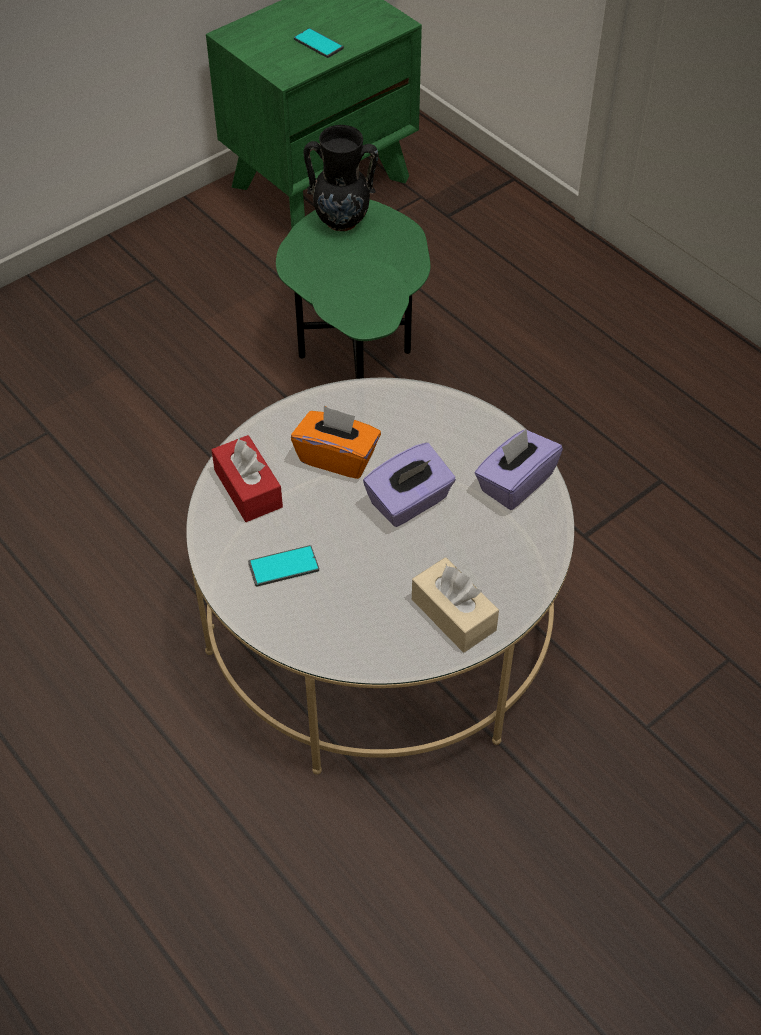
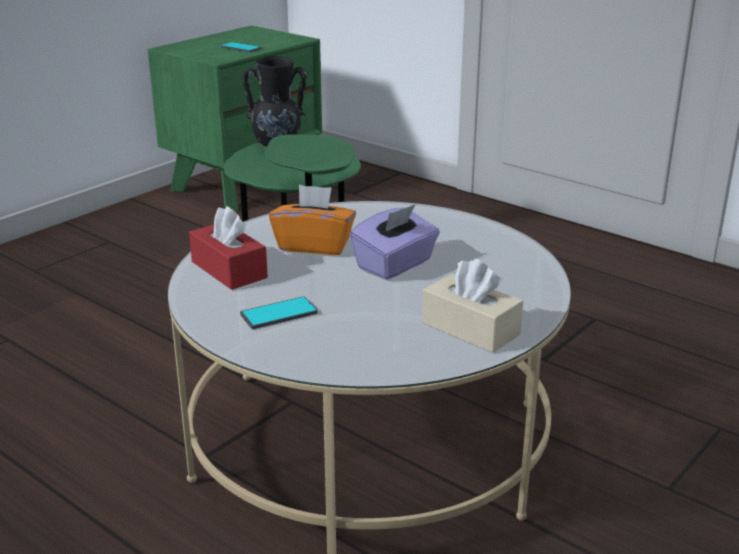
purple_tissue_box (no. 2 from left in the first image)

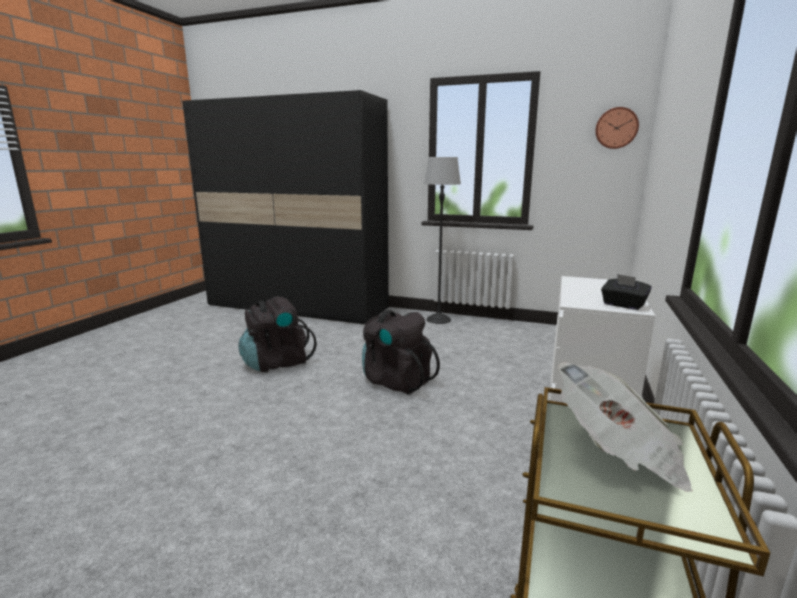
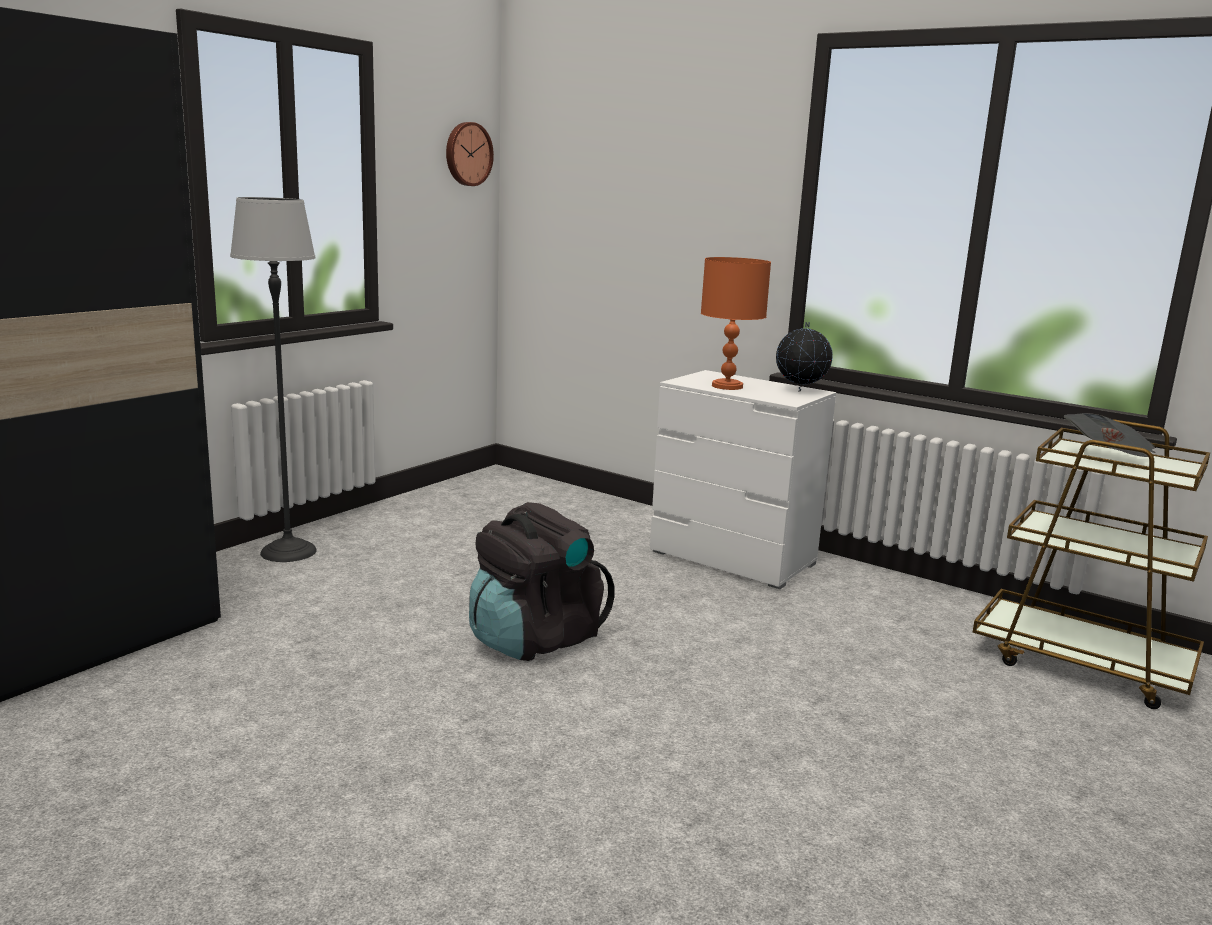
globe
black_backpack (no. 1 from left in the first image)
orange_table_lamp

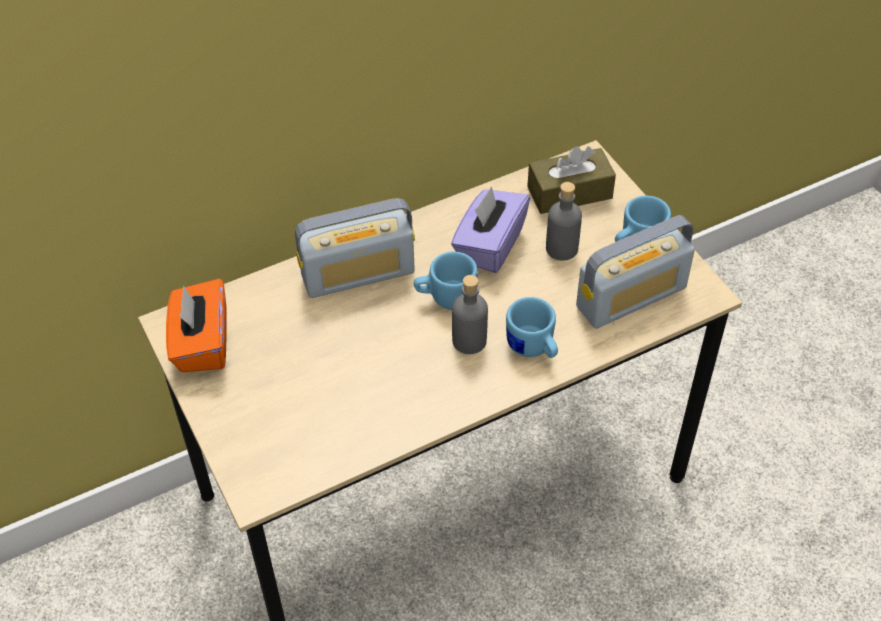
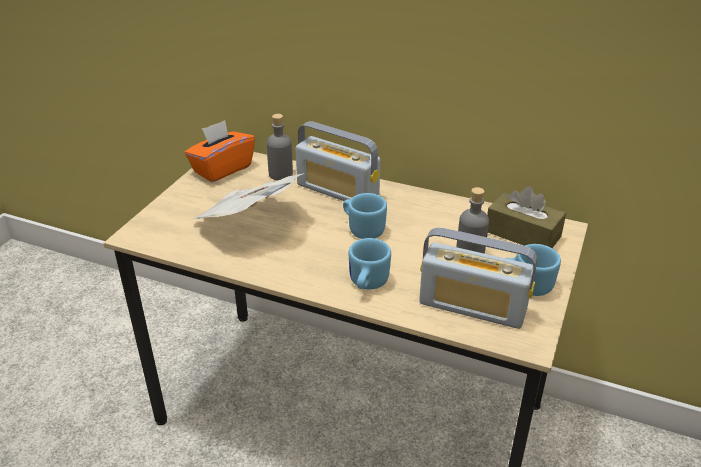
purple_tissue_box
grey_bottle (no. 1 from left)
newspaper

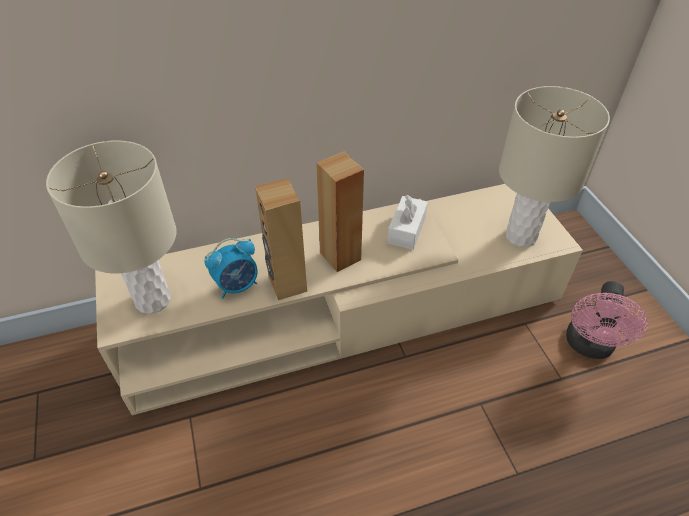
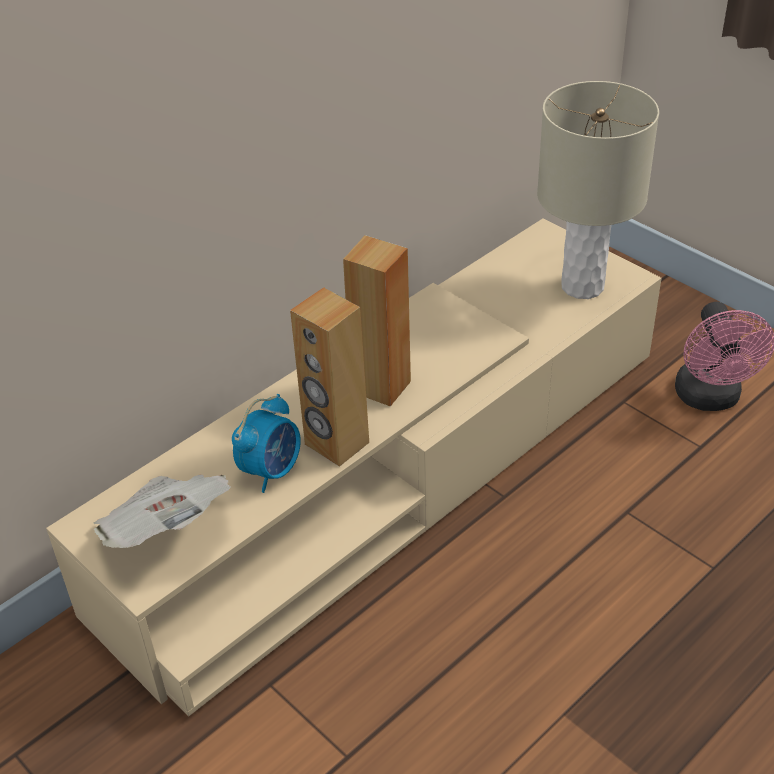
newspaper
white_tissue_box

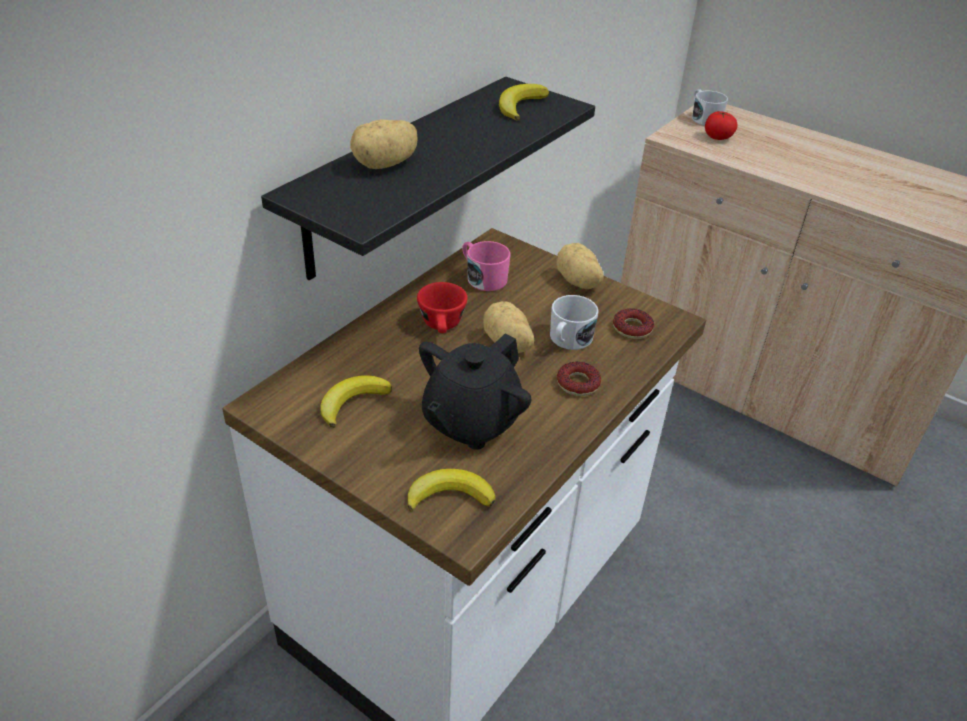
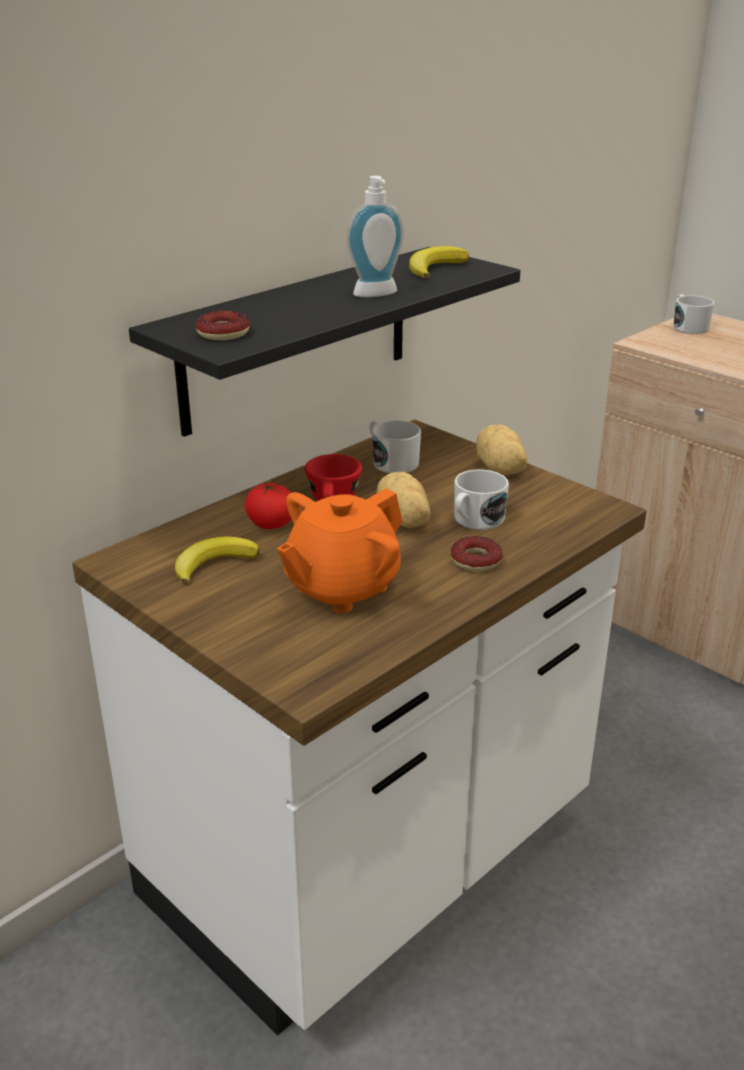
tomato
potato (no. 1 from left in the first image)
white_mug (no. 1 from left)
donut (no. 1 from left)
orange_teapot
banana (no. 2 from left in the first image)
soap_dispenser

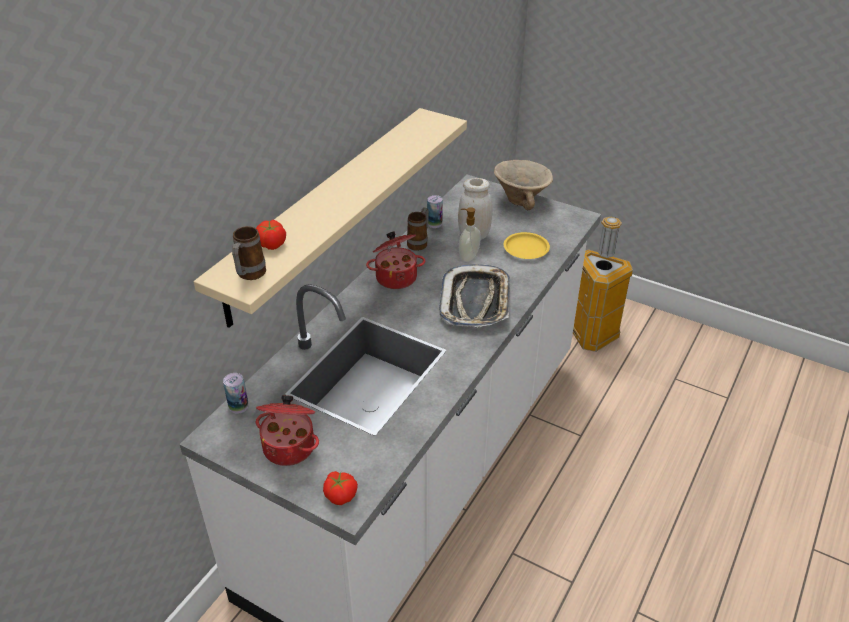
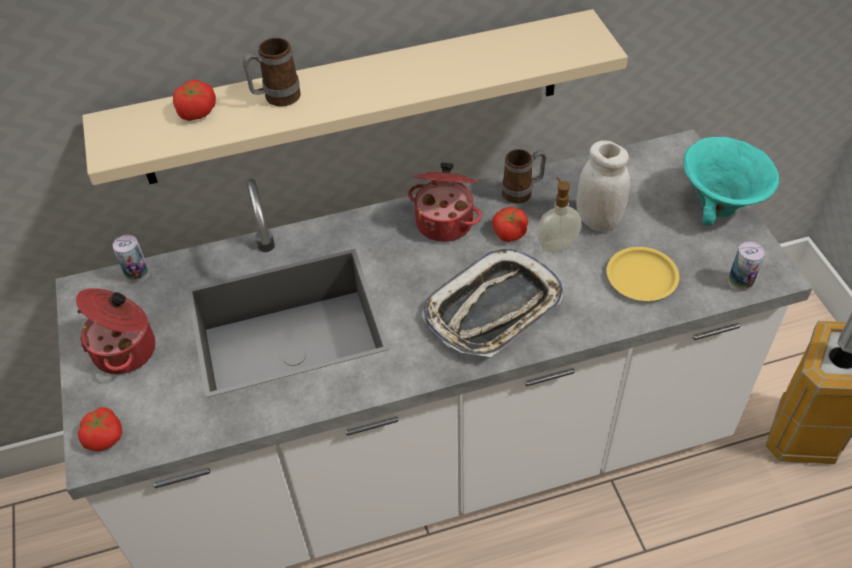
turquoise_bowl
can (no. 2 from left)
mug (no. 1 from left)
tomato (no. 3 from left)

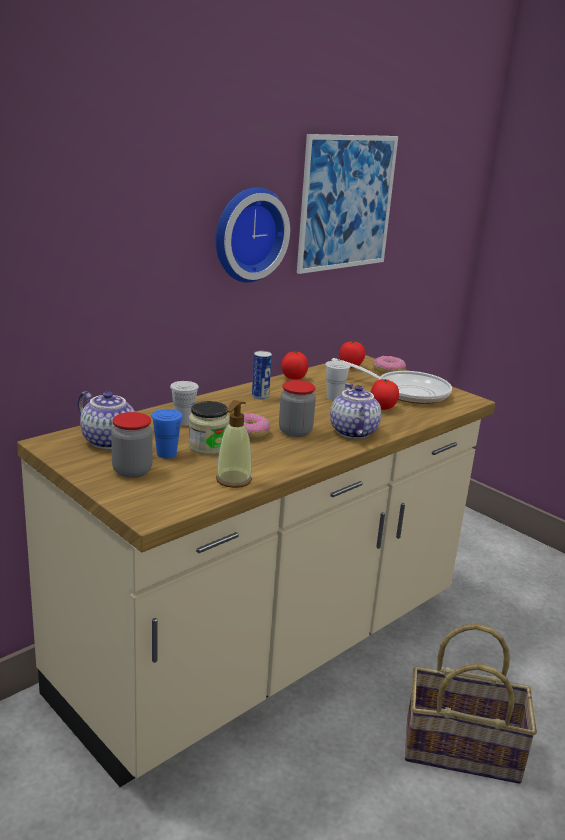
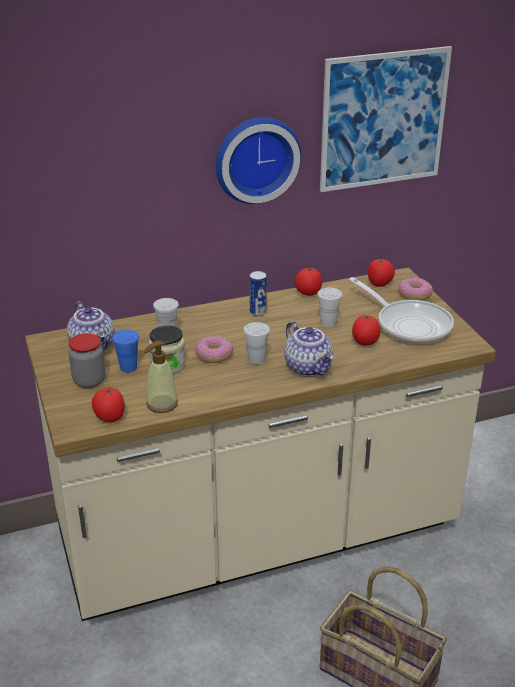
white_cup (no. 2 from left)
teapot (no. 2 from left)
tomato (no. 1 from left)

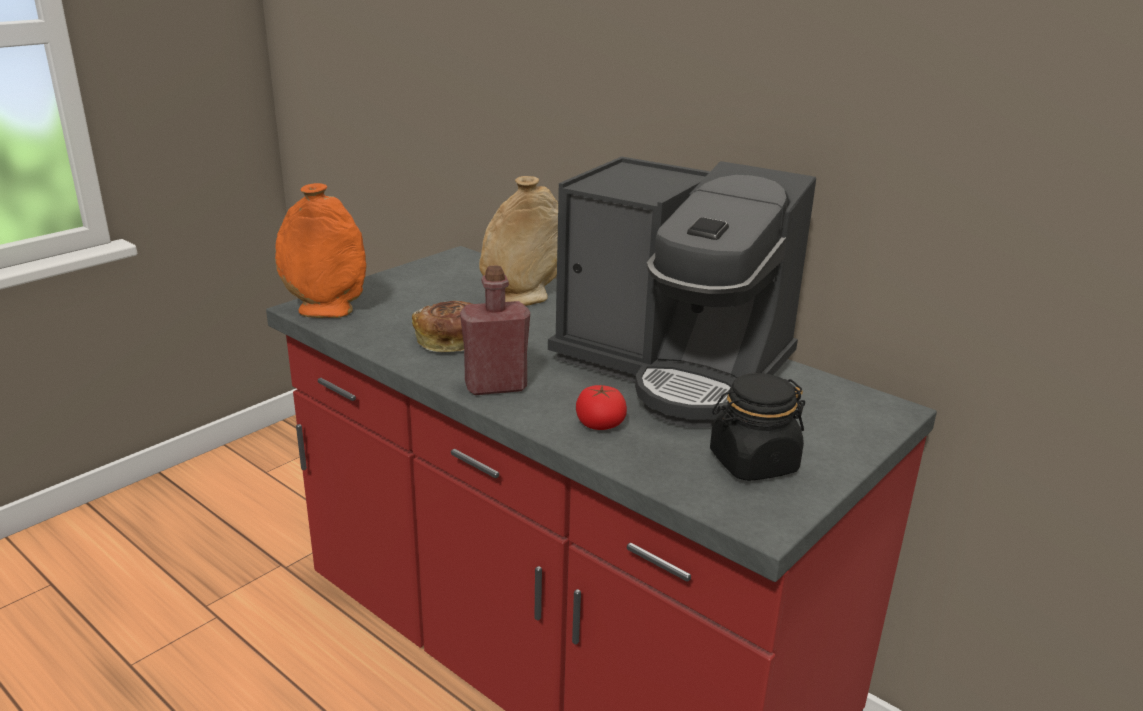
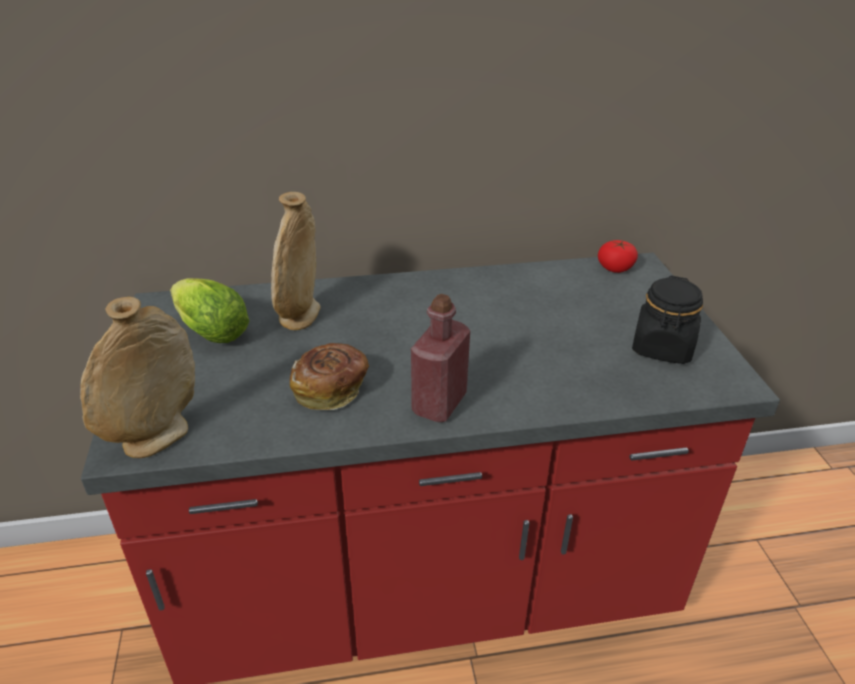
coffee_machine
beige_vase (no. 1 from left)
tomato
lettuce

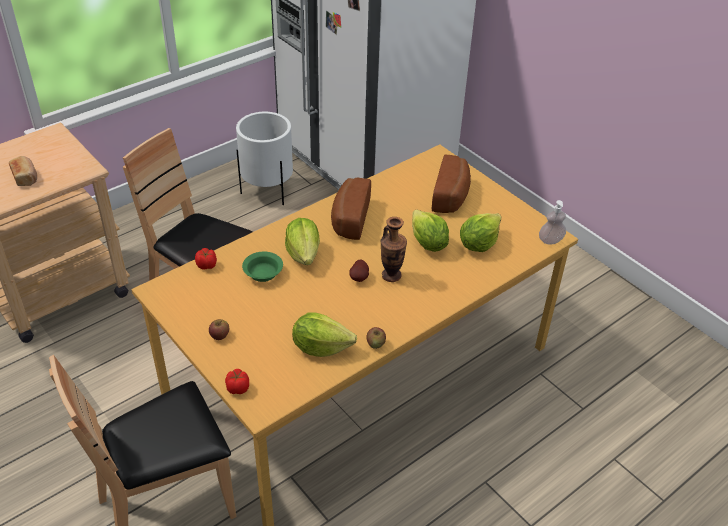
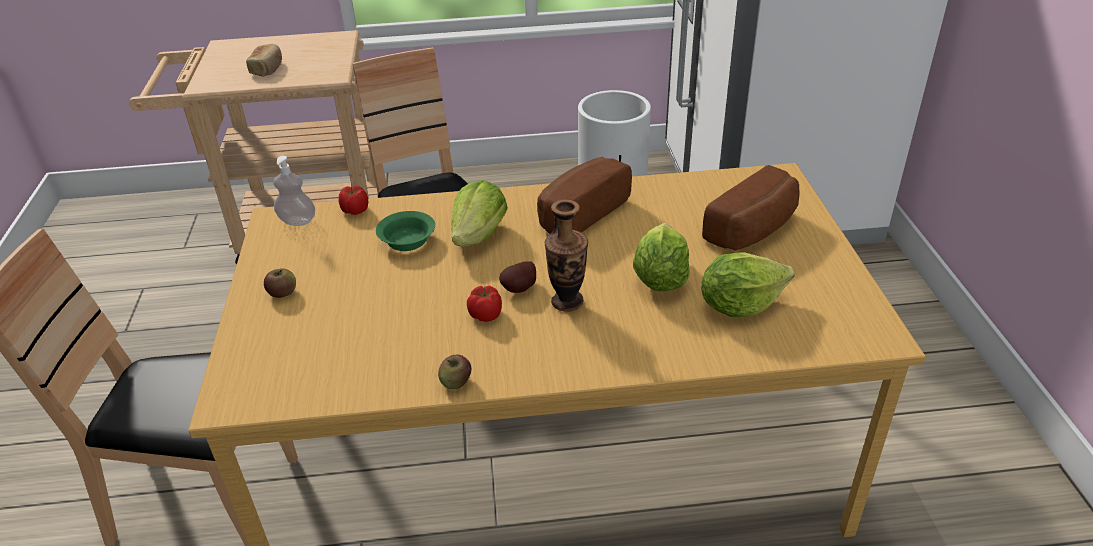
soap_dispenser
lettuce (no. 2 from left in the first image)
tomato (no. 2 from left)

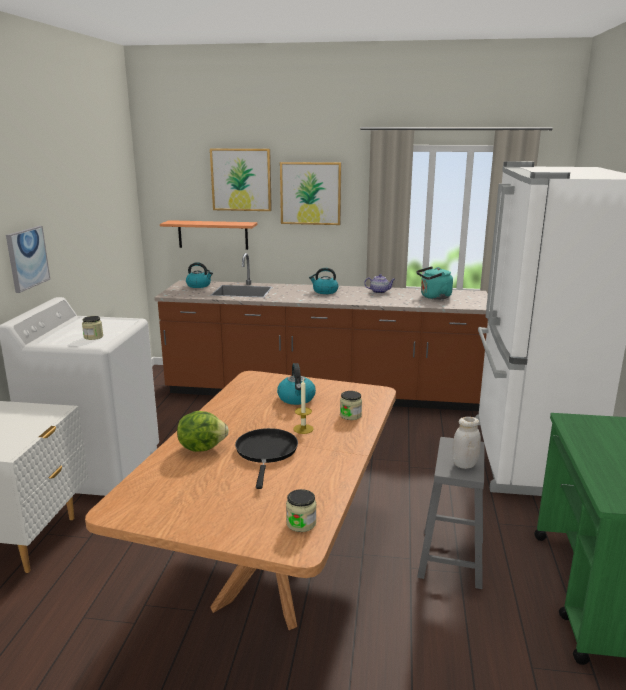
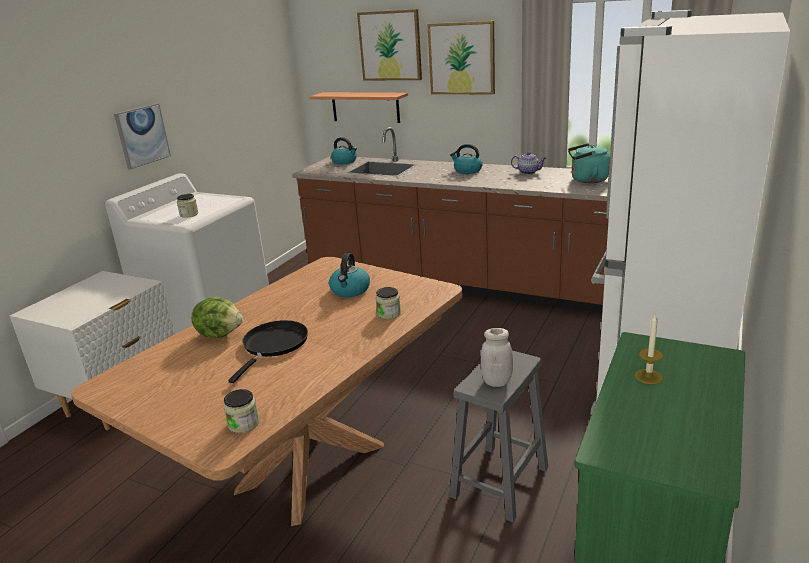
candle

